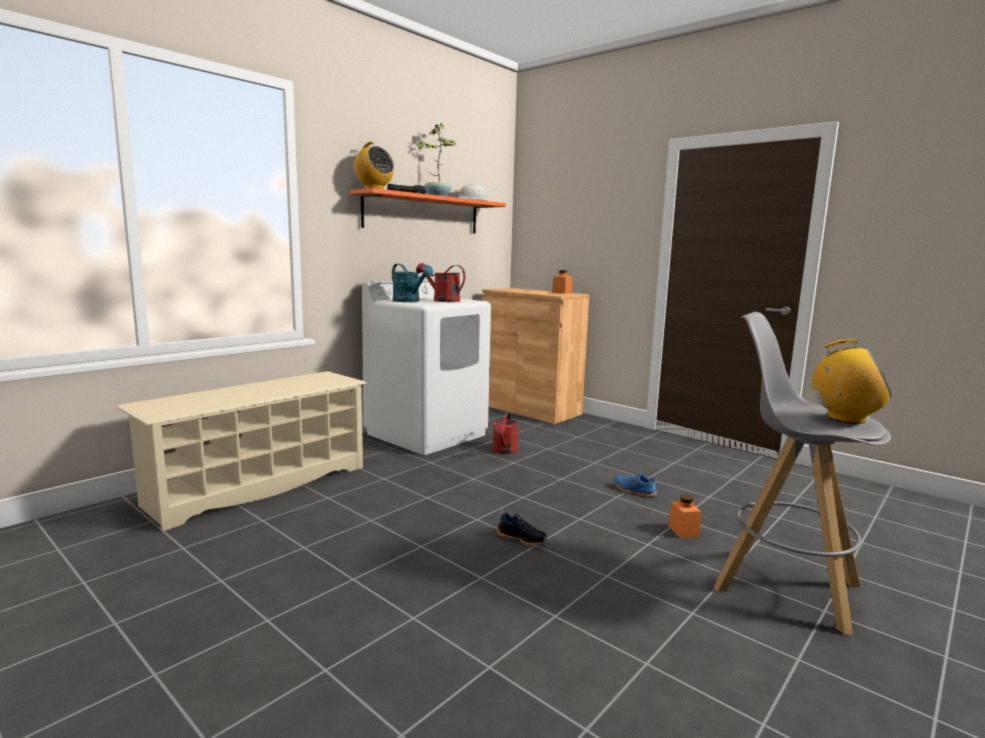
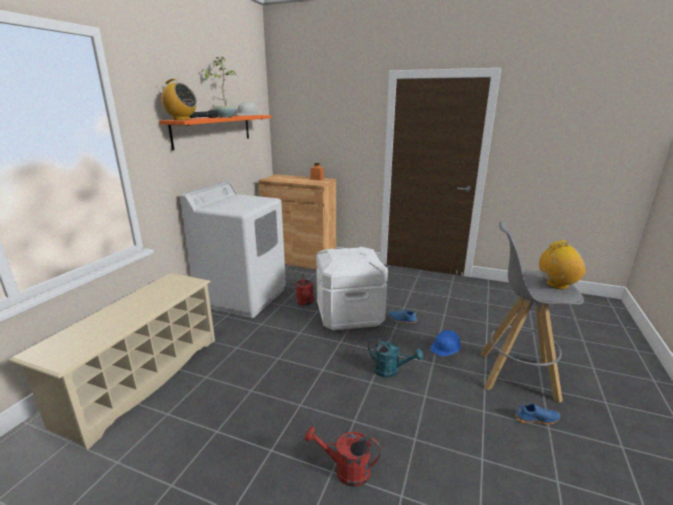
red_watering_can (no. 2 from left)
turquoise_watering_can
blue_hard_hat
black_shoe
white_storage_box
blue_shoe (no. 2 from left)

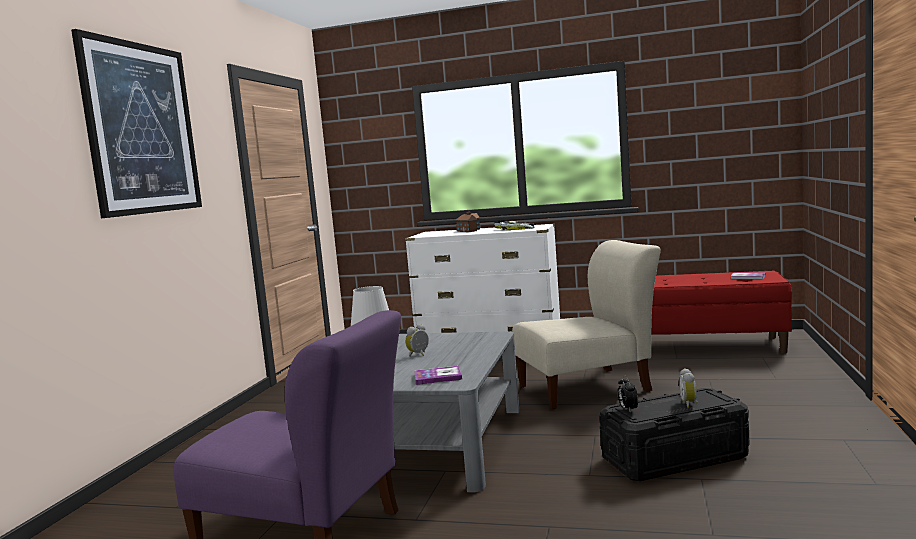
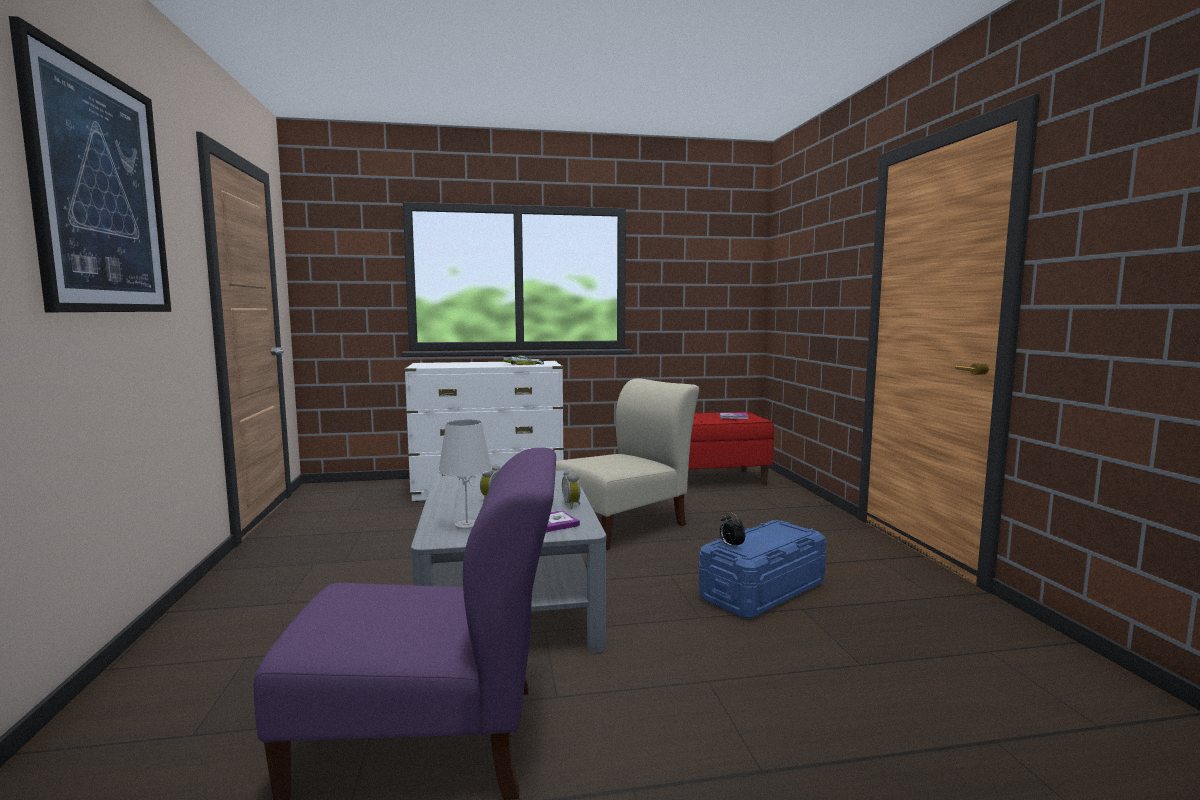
toy_house
alarm_clock (no. 2 from left)
blue_storage_box

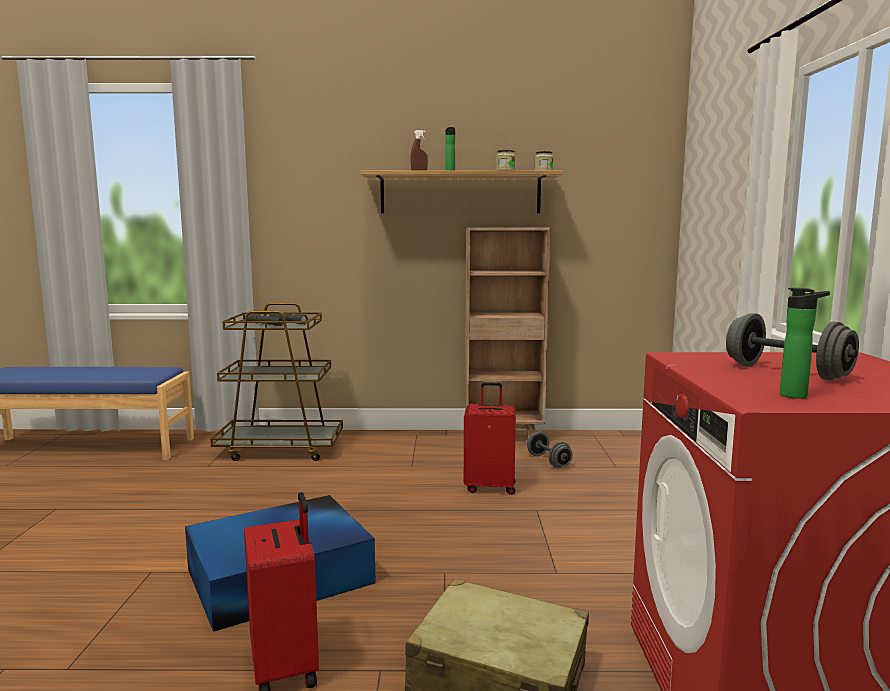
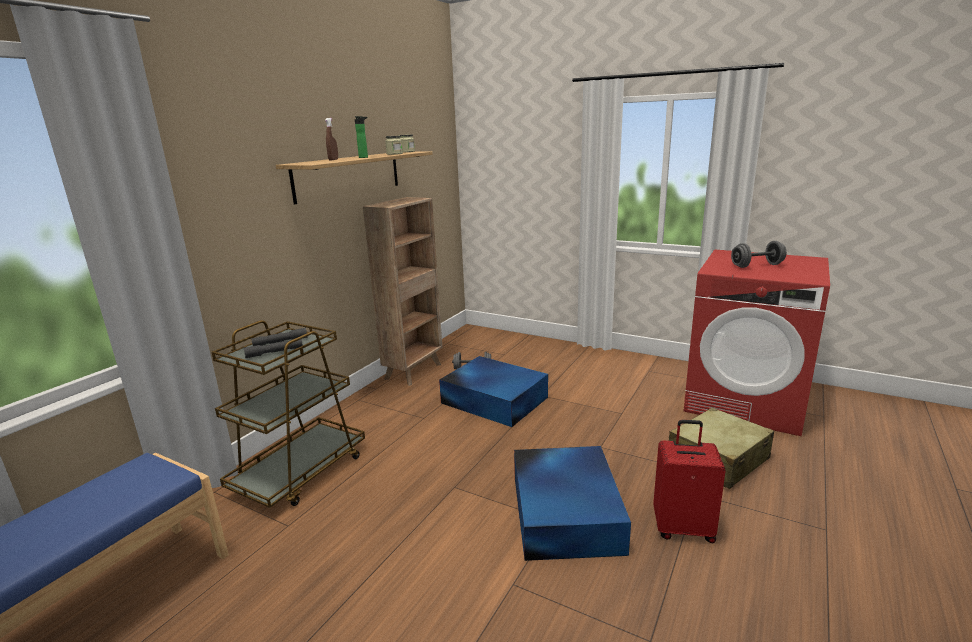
bottle (no. 2 from left in the first image)
blue_storage_box (no. 1 from left)

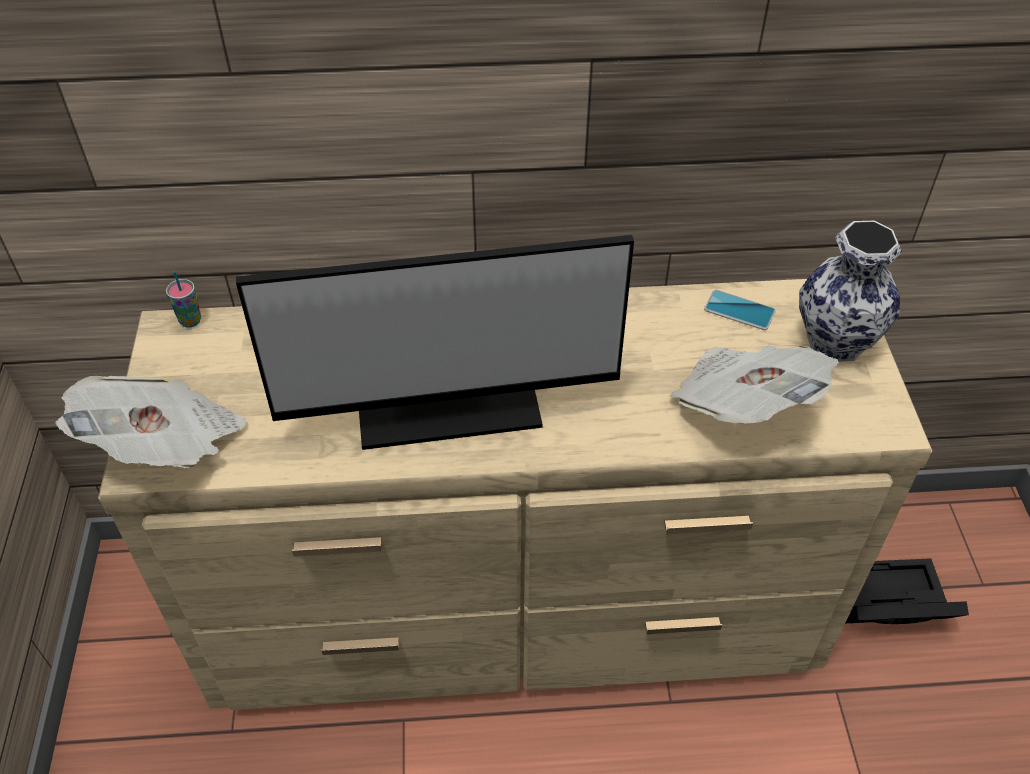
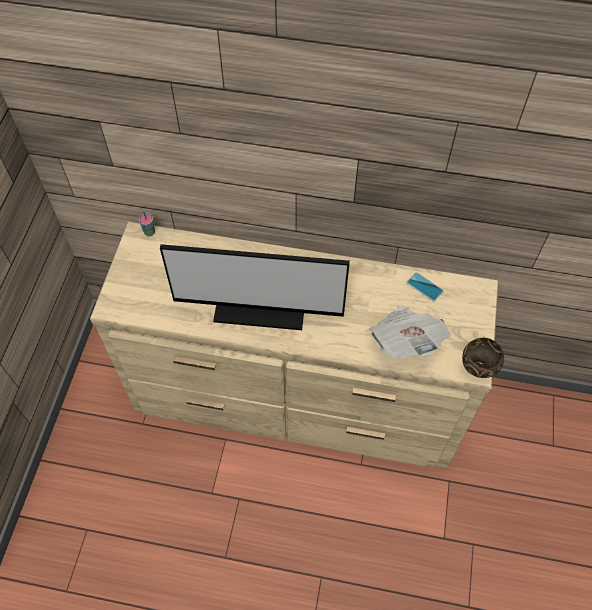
vase
newspaper (no. 1 from left in the first image)
black_storage_box
brown_bowl

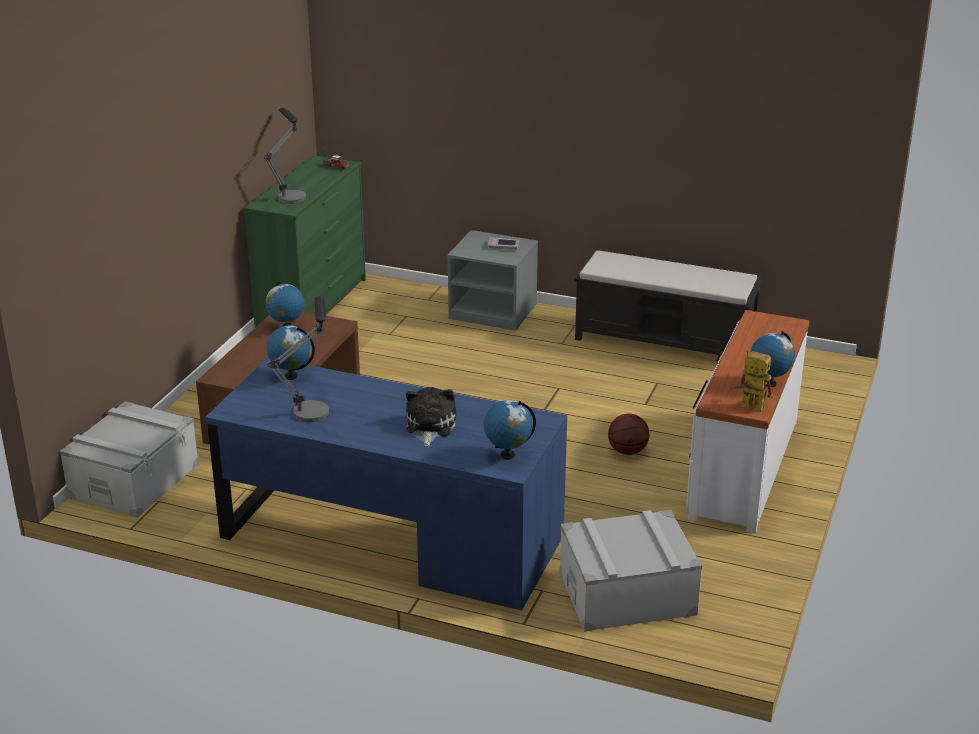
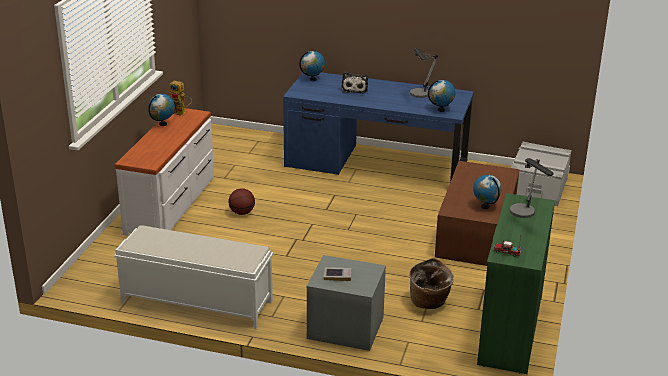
white_bench
grey_storage_box (no. 2 from left in the first image)
basket

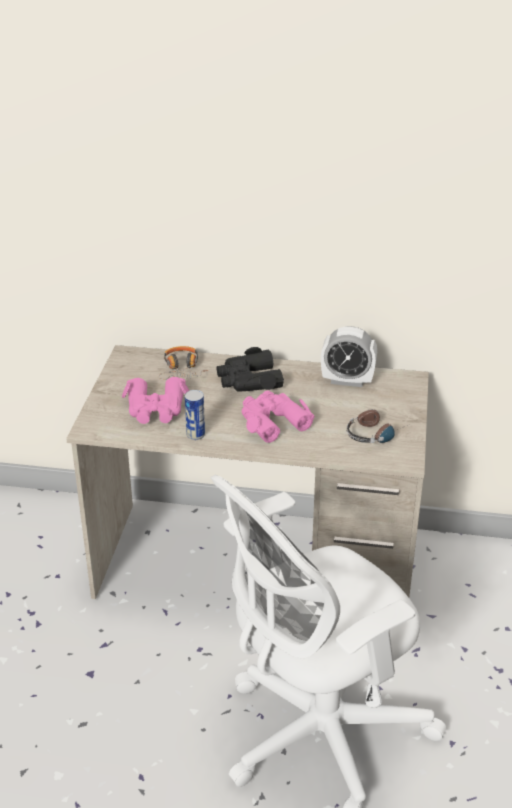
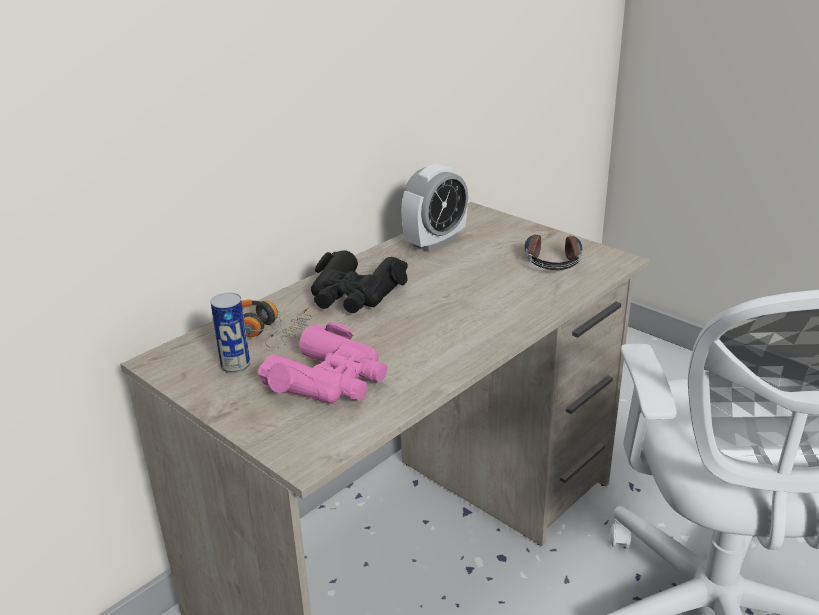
can
pink_binoculars (no. 2 from left in the first image)

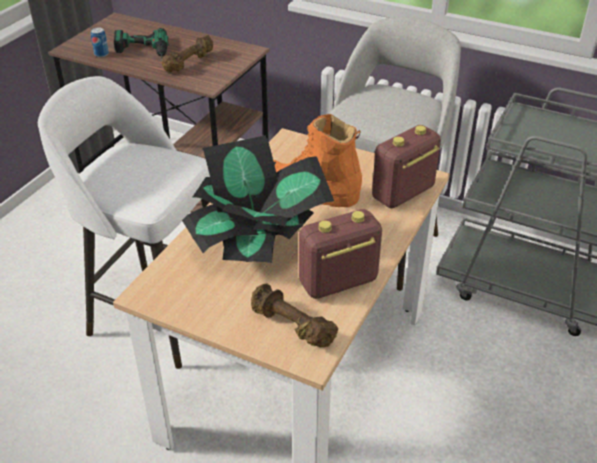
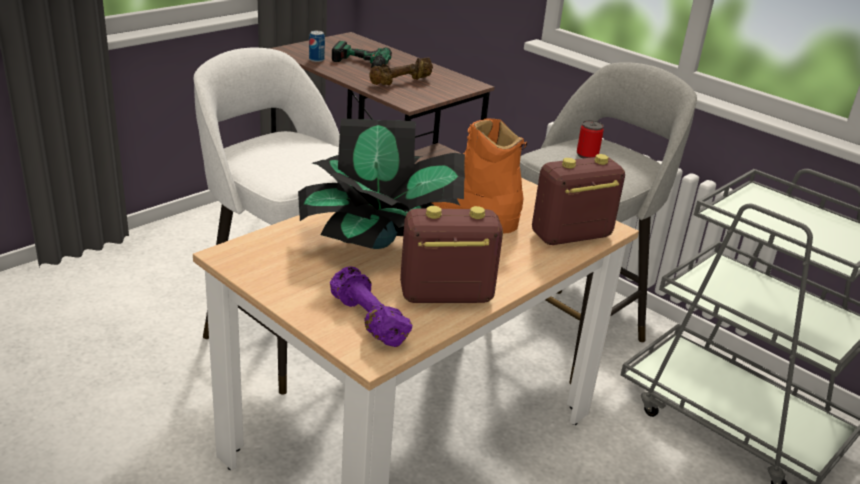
purple_dumbbell
can (no. 2 from left)

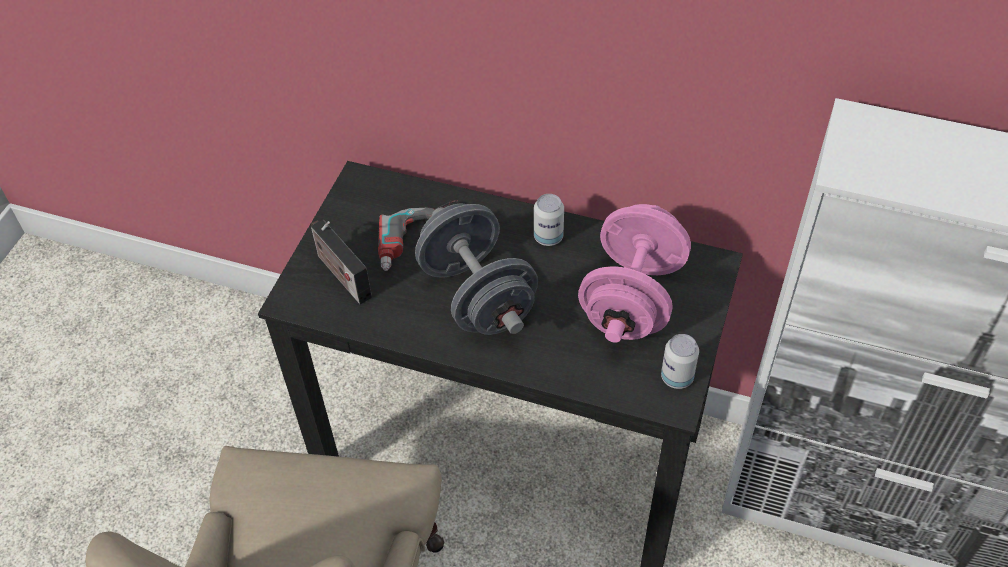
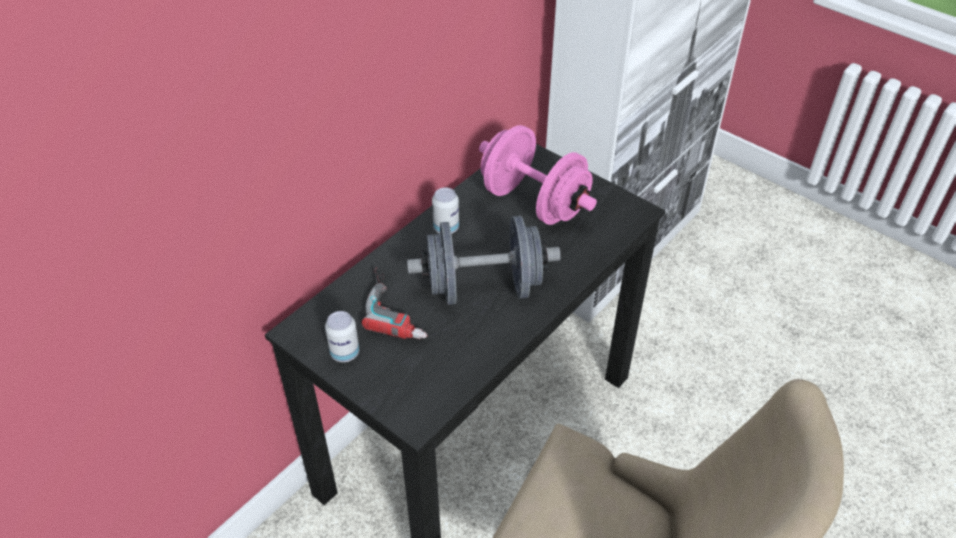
radio
can (no. 1 from left)

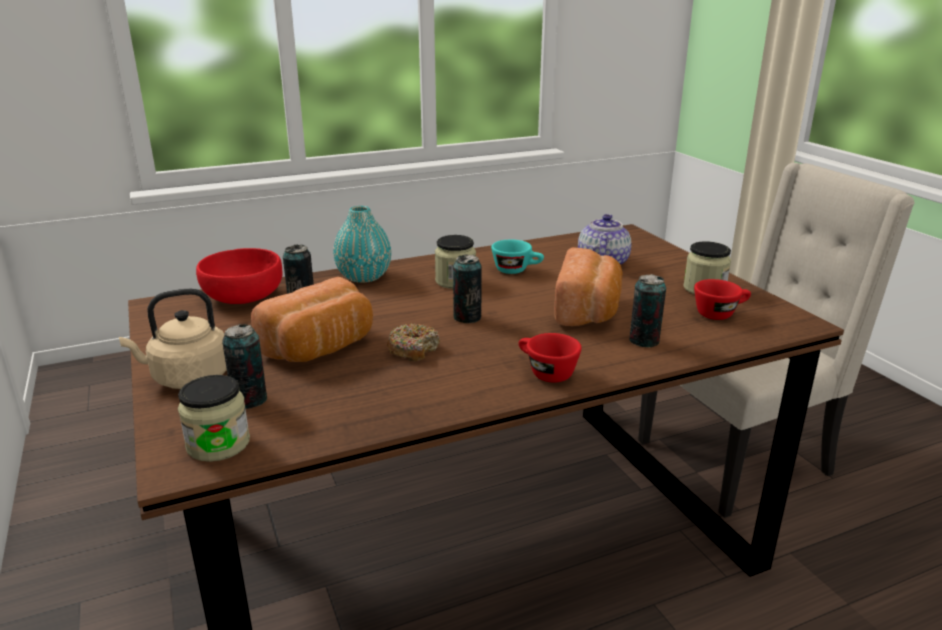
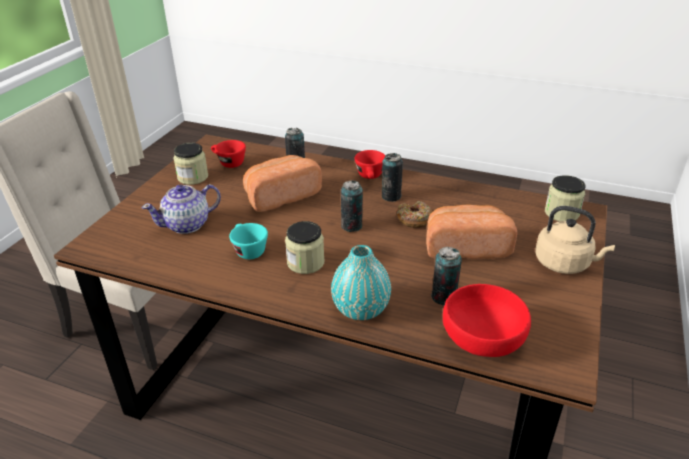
can (no. 3 from left)

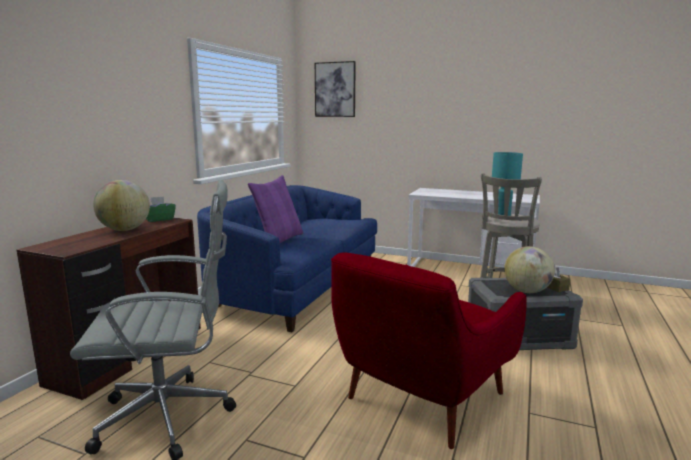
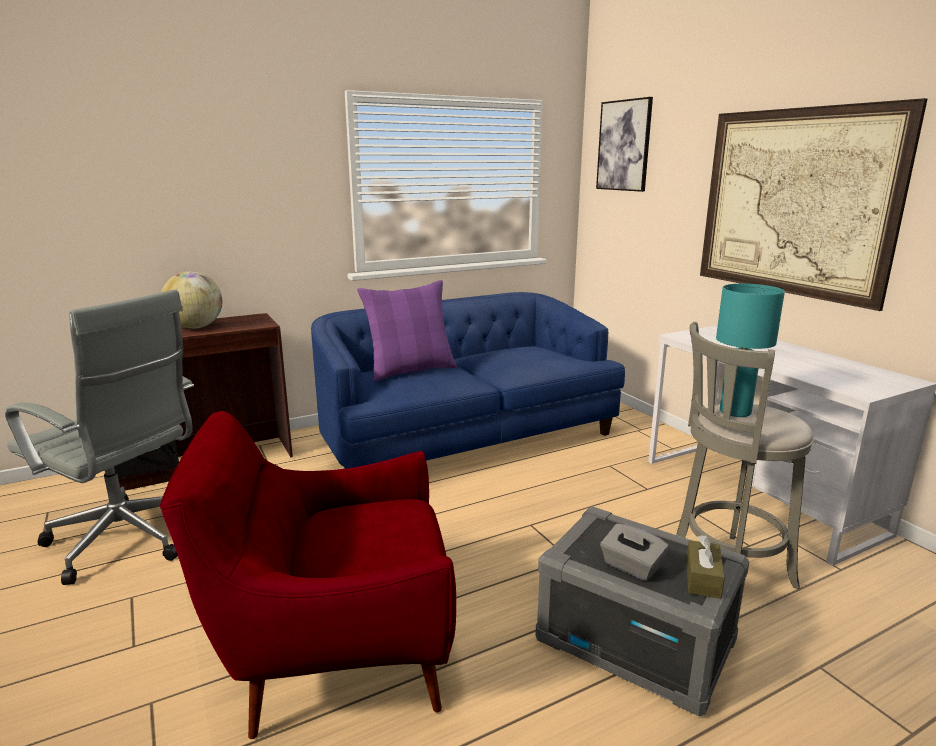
green_tissue_box
grey_tissue_box
picture (no. 2 from left)

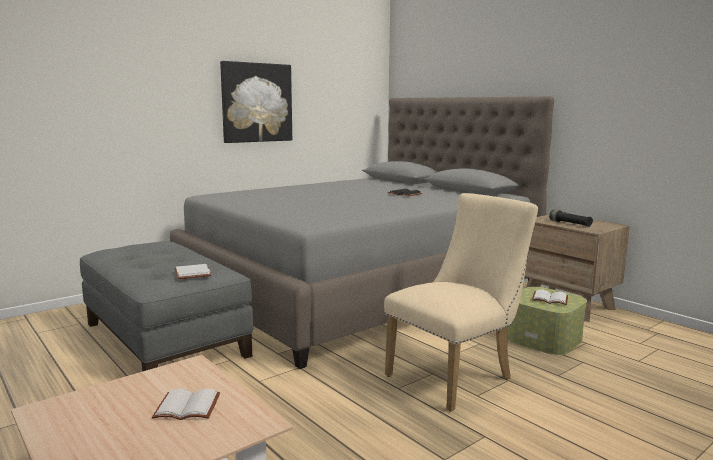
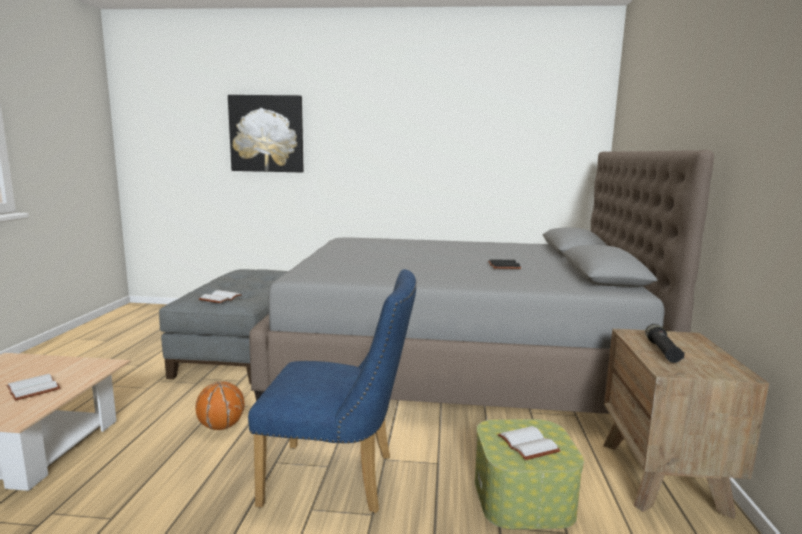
picture
blue_chair
basketball

